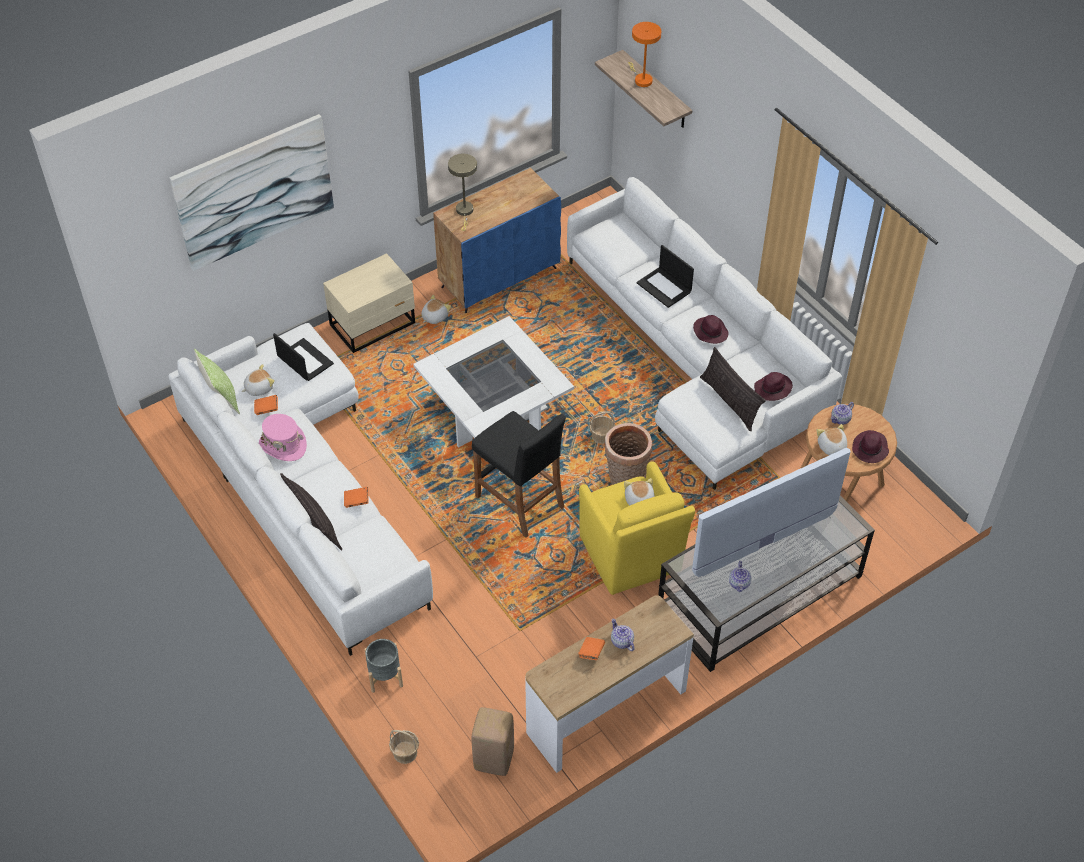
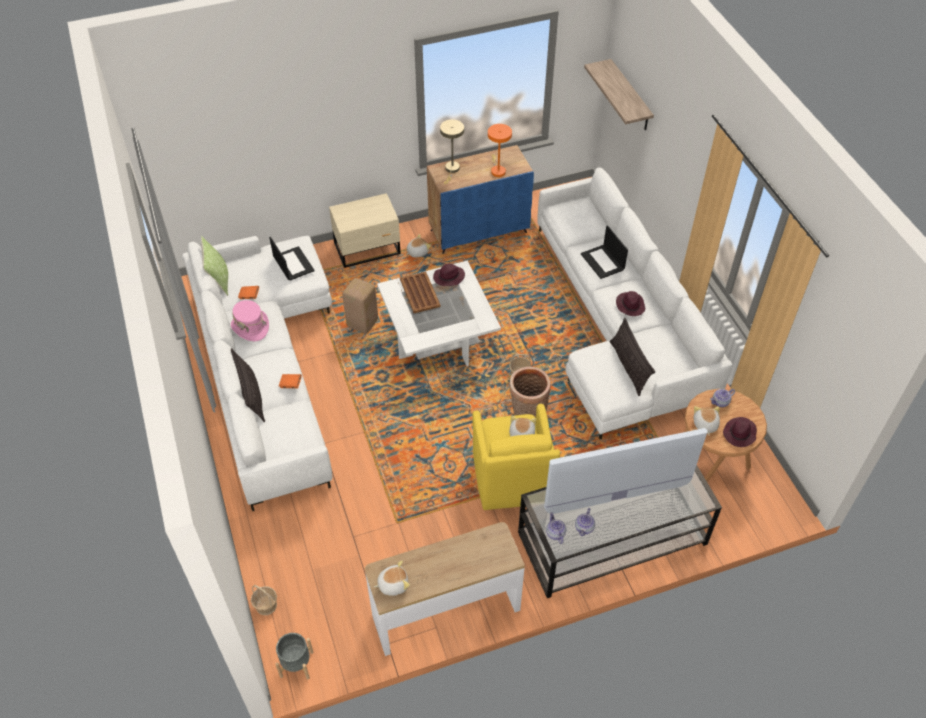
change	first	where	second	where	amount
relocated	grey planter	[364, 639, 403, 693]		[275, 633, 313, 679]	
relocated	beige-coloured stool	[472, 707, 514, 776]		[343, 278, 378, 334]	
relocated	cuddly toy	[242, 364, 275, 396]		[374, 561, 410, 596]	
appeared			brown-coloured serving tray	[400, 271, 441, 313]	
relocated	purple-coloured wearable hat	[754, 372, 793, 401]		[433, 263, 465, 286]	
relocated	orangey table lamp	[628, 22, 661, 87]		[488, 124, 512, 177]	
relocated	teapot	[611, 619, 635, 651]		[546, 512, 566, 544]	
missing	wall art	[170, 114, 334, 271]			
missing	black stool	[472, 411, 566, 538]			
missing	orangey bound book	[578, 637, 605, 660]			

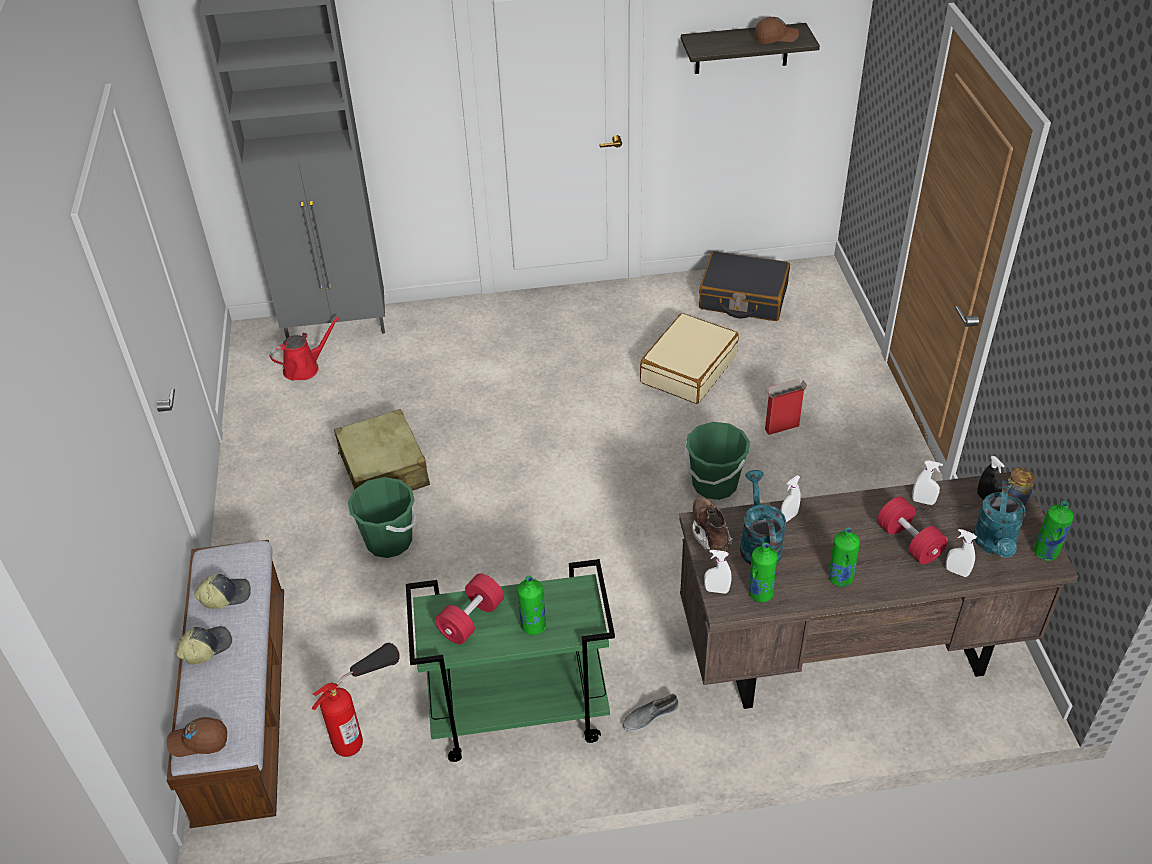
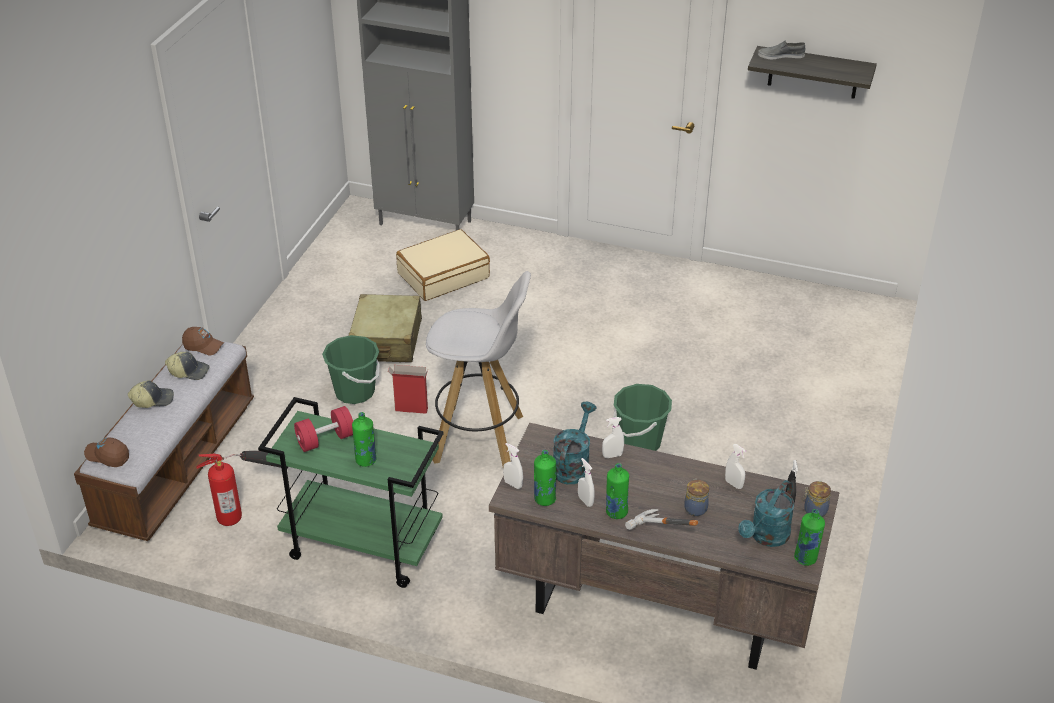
change	first	where	second	where	amount
relocated	brown-coloured peaked cap	[755, 17, 799, 44]		[182, 327, 224, 356]	
relocated	carton	[765, 379, 807, 435]		[388, 365, 428, 414]	
relocated	beige-coloured travel case	[640, 313, 739, 404]		[396, 229, 490, 301]	
appeared			whitish stool	[426, 271, 531, 466]	
relocated	whitish hand sprayer	[946, 529, 977, 577]		[578, 458, 595, 507]	
appeared			hand hammer	[625, 509, 698, 530]	
exchanged	red-coloured dumbbell	[877, 497, 948, 564]	storage jar	[684, 479, 709, 516]	
relocated	grey item of footwear	[623, 693, 678, 732]		[758, 40, 805, 59]	
missing	red-coloured watering can	[270, 316, 340, 381]			
missing	brown-coloured boot	[692, 497, 733, 551]			
missing	black travel case	[699, 251, 790, 321]			

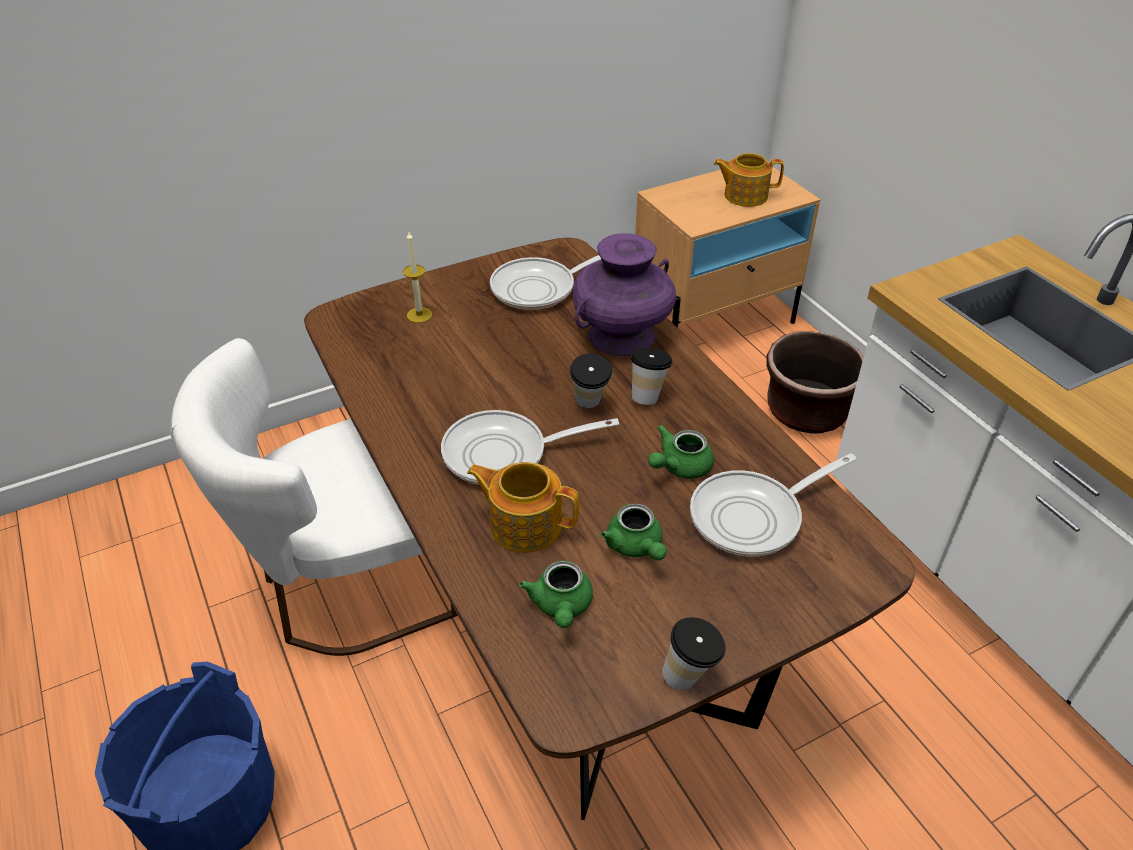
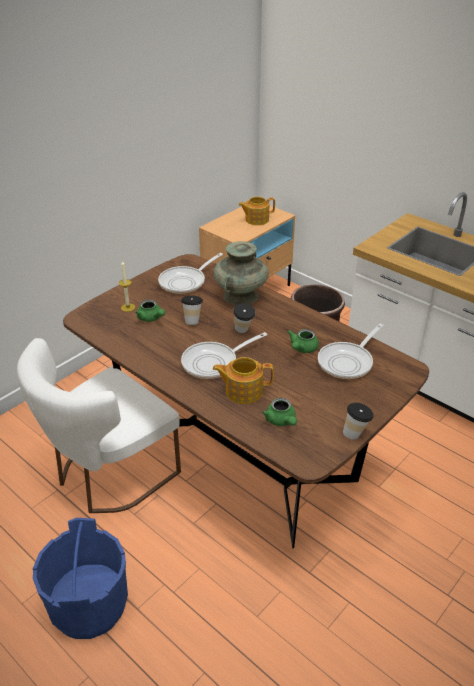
change	first	where	second	where	amount
relocated	green-coloured teapot	[601, 503, 667, 560]		[135, 300, 165, 322]	
relocated	drinking cup	[631, 348, 672, 405]		[181, 296, 203, 325]	
colour	purple-coloured flower vase	[573, 233, 676, 356]	turquoise flower vase	[214, 241, 269, 306]	

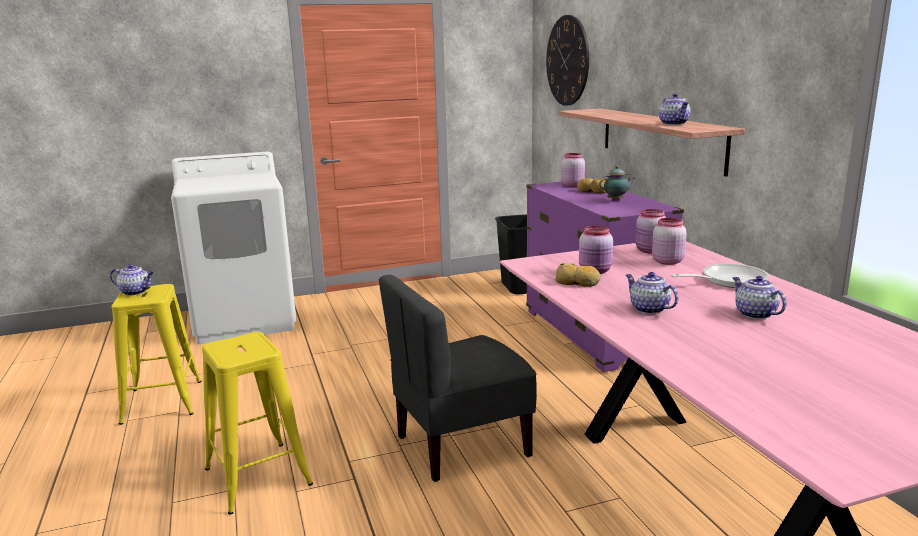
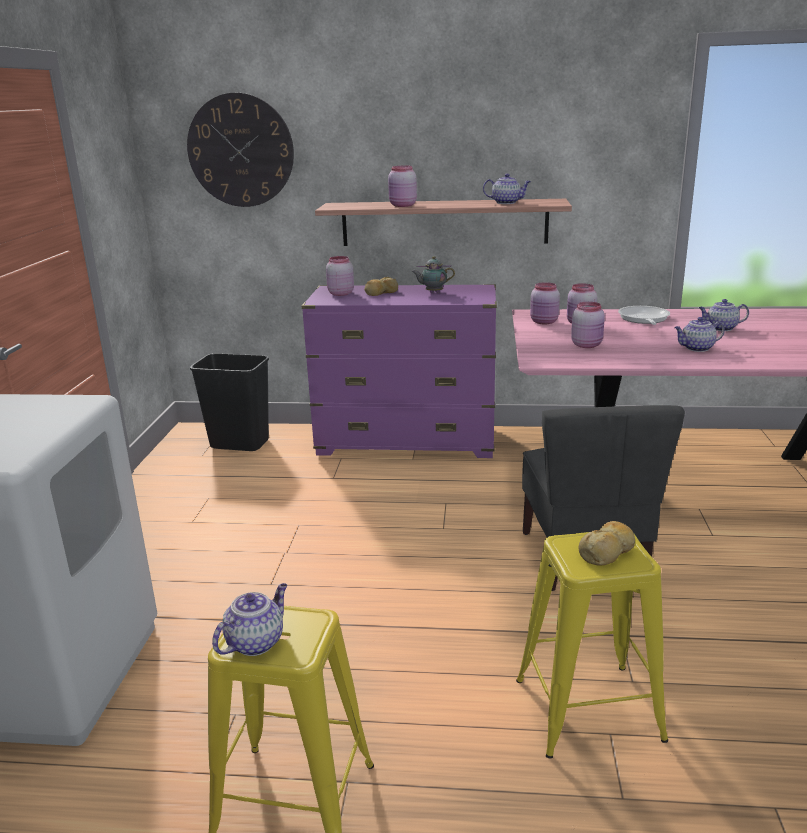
change	first	where	second	where	amount
appeared			pinkish storage jar	[388, 166, 417, 207]	
spun	teapot	[599, 166, 635, 201]		[411, 256, 455, 293]	90 degrees counterclockwise
relocated	bakery bread	[555, 263, 601, 287]		[579, 521, 635, 566]	

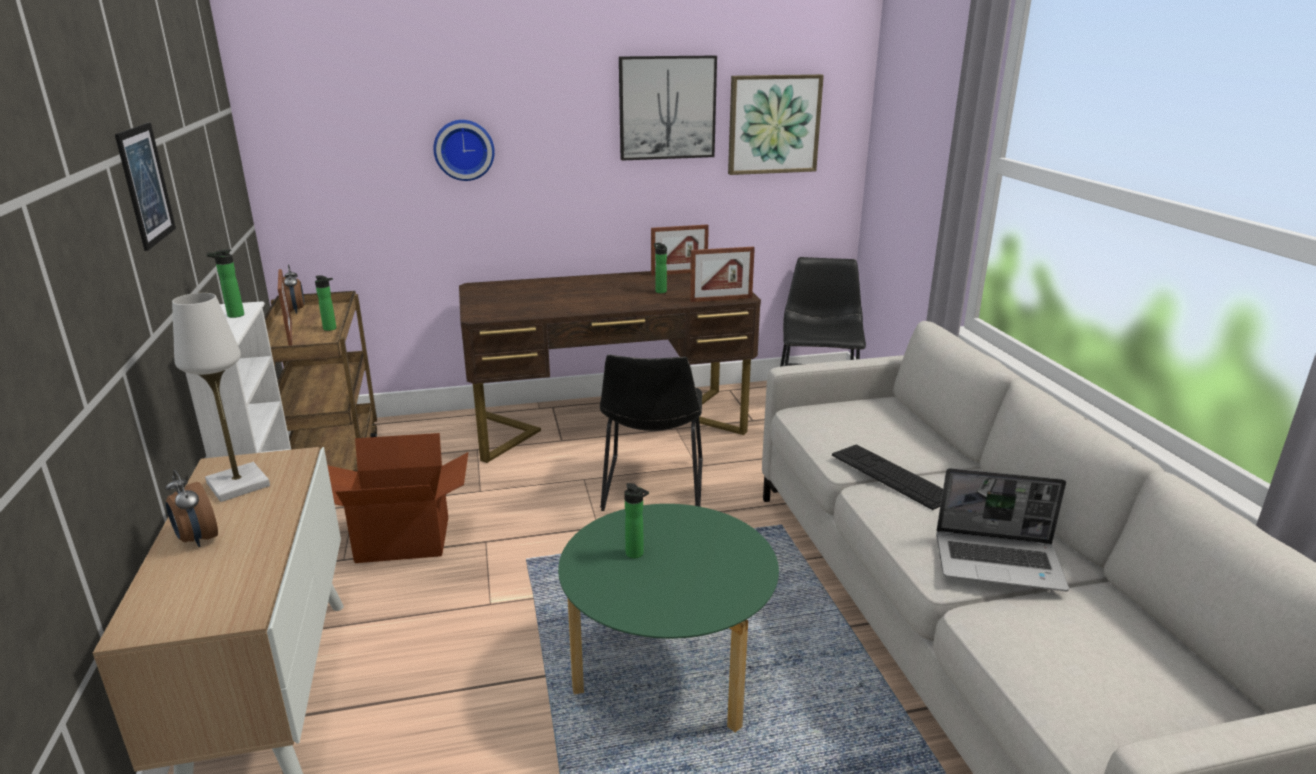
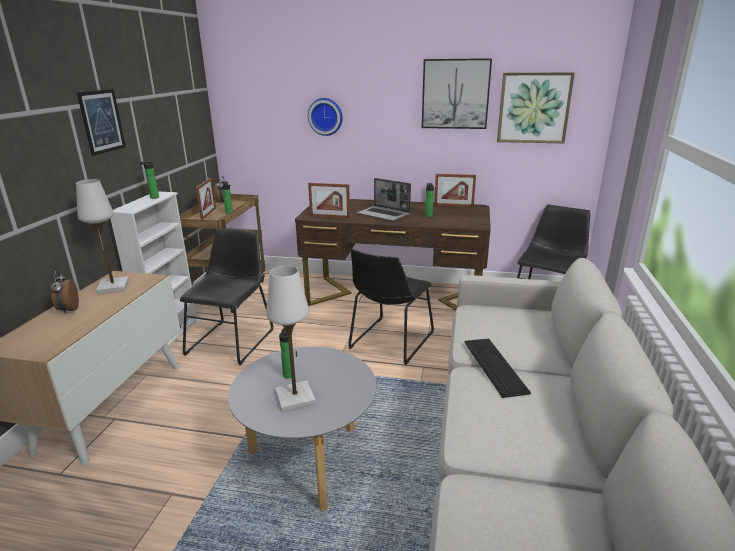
change	first	where	second	where	amount
exchanged	carton	[327, 433, 468, 563]	black chair	[180, 228, 274, 365]	
colour	green-coloured coffee table	[558, 504, 779, 732]	grey coffee table	[228, 347, 376, 511]	
appeared			whitish table lamp	[266, 266, 316, 412]	
relocated	photo frame	[690, 247, 755, 302]		[308, 183, 350, 218]	
relocated	portable computer	[936, 468, 1069, 591]		[357, 178, 411, 221]	

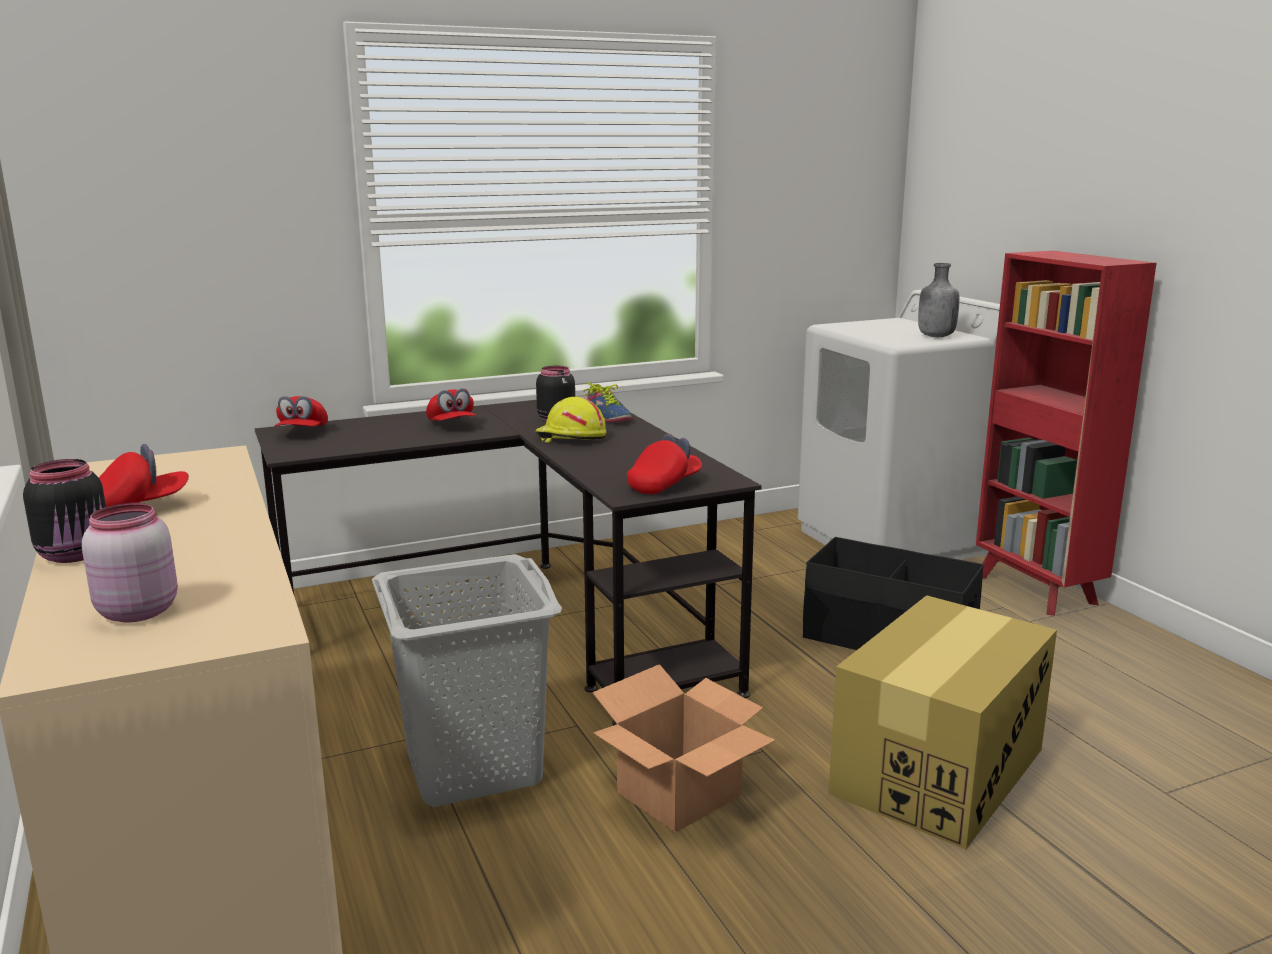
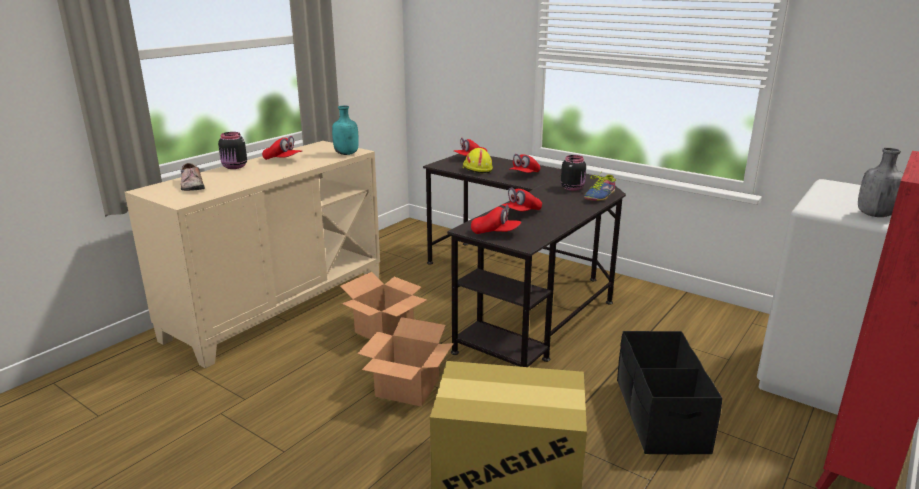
change	first	where	second	where	amount
exchanged	pinkish storage jar	[82, 503, 178, 622]	item of footwear	[181, 163, 205, 191]	
appeared			turquoise drink bottle	[332, 106, 359, 155]	
exchanged	grey laundry basket	[372, 554, 562, 807]	carton	[340, 272, 427, 339]	
relocated	yellow hard hat	[535, 397, 606, 443]		[462, 148, 493, 173]	
appeared			red-coloured peaked cap	[501, 187, 542, 212]	

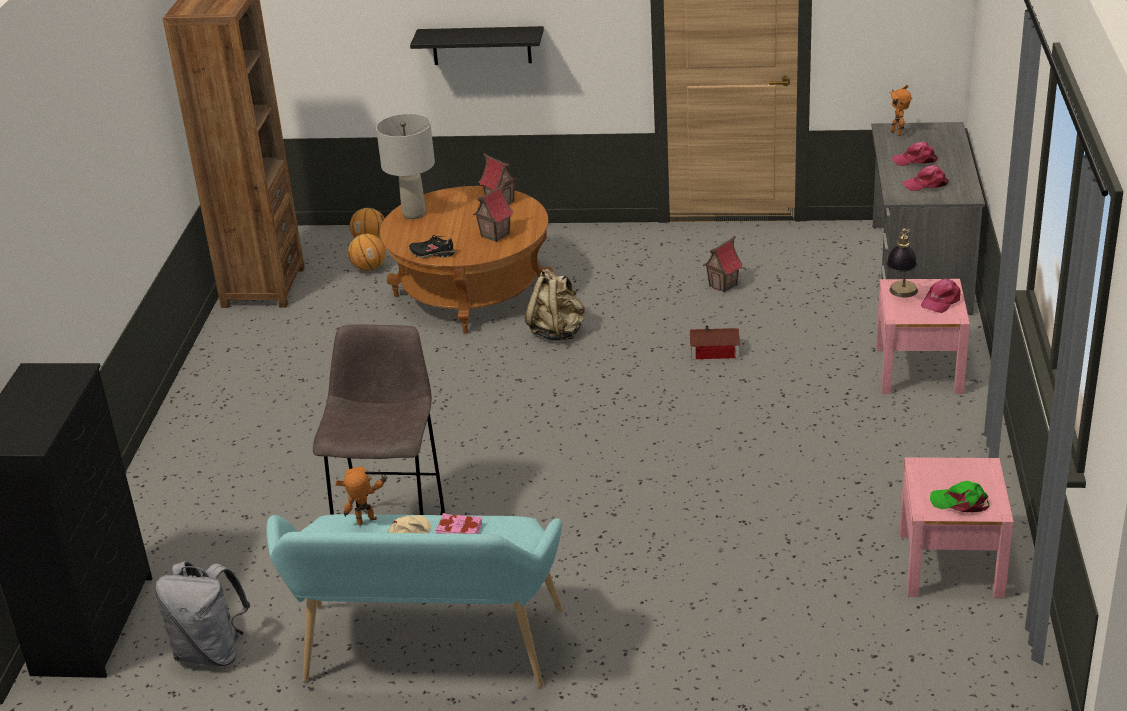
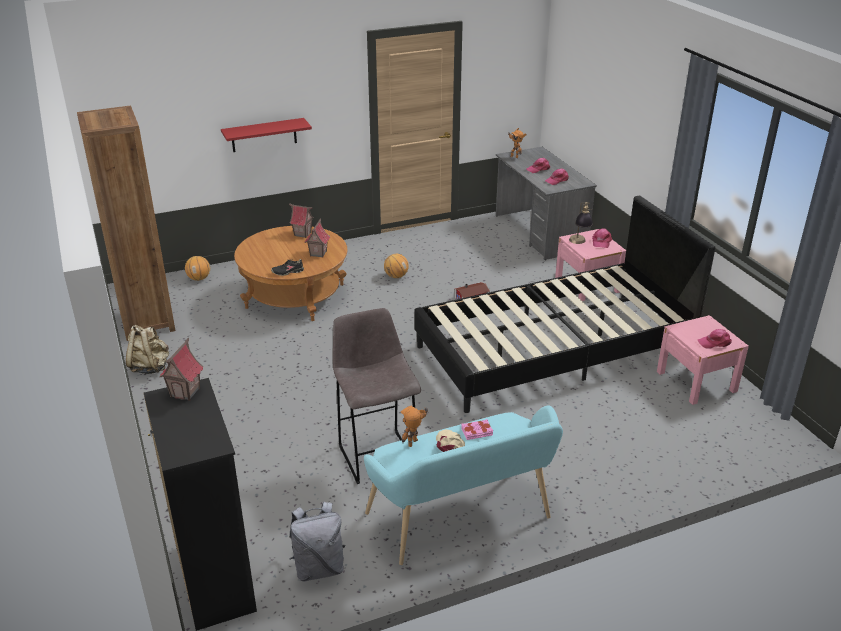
change	first	where	second	where	amount
relocated	beige-coloured backpack	[525, 269, 585, 341]		[126, 325, 169, 374]	
relocated	model house	[703, 236, 743, 293]		[159, 338, 203, 401]	
colour	black wall shelf	[410, 26, 544, 65]	red-coloured wall shelf	[221, 118, 312, 152]	
relocated	basketball ball	[348, 234, 386, 271]		[384, 254, 409, 278]	
appeared			black bed	[414, 196, 715, 413]	
colour	green-coloured peaked cap	[930, 481, 989, 512]	pinkish peaked cap	[698, 329, 732, 349]	
missing	grey table lamp	[376, 114, 435, 219]			

